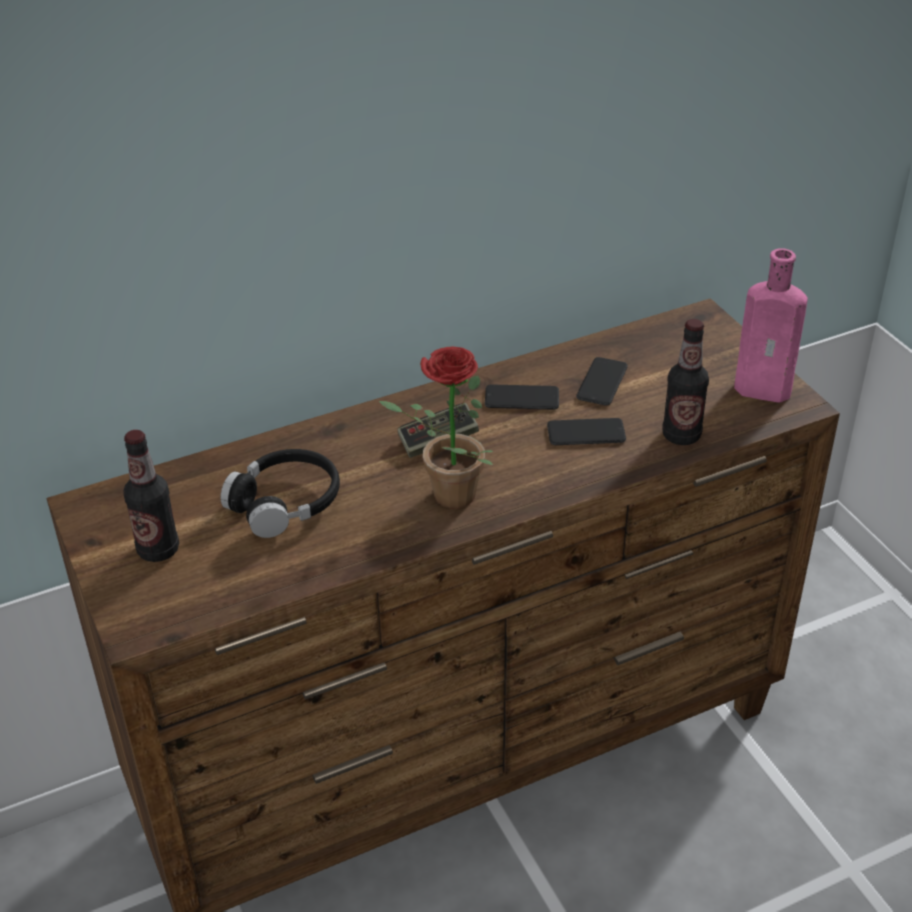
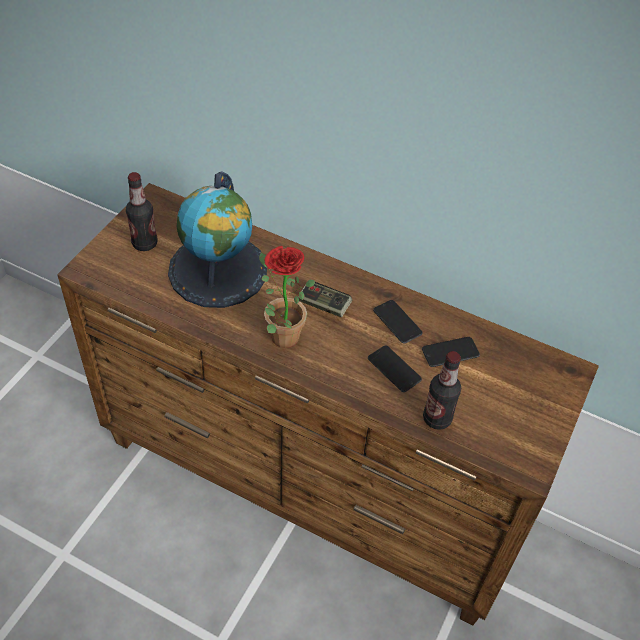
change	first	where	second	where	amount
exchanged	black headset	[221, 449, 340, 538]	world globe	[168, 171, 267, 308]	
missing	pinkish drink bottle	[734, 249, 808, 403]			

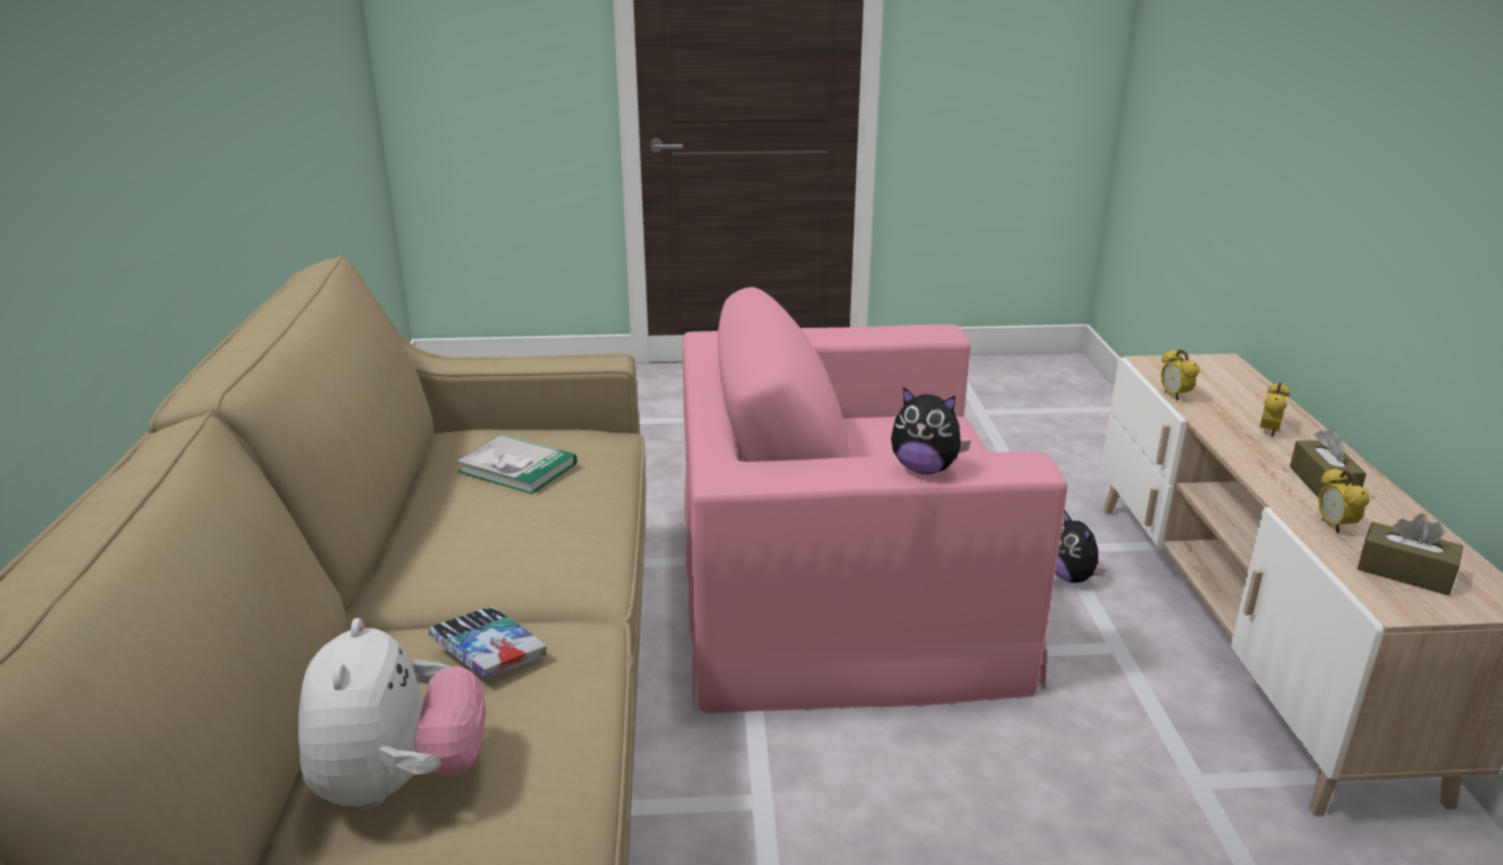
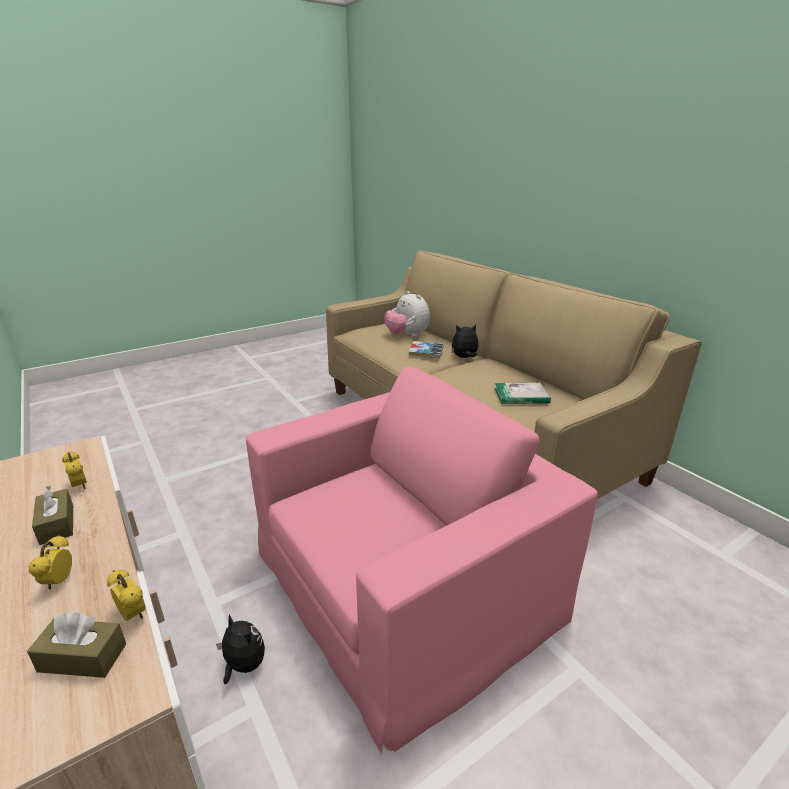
change	first	where	second	where	amount
relocated	brown-coloured tissue holder	[1357, 514, 1463, 595]		[27, 613, 126, 678]	
relocated	cuddly toy	[891, 387, 971, 474]		[451, 325, 478, 358]	

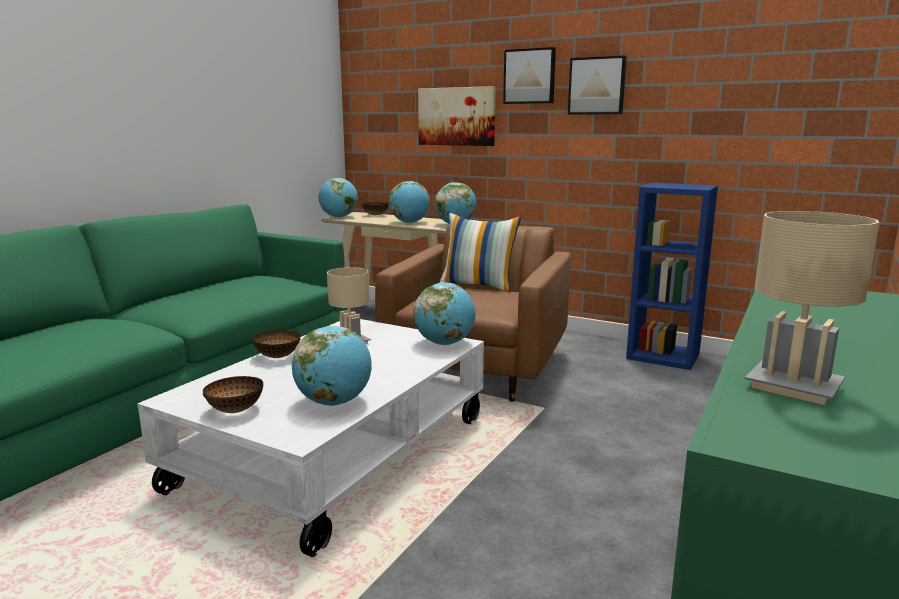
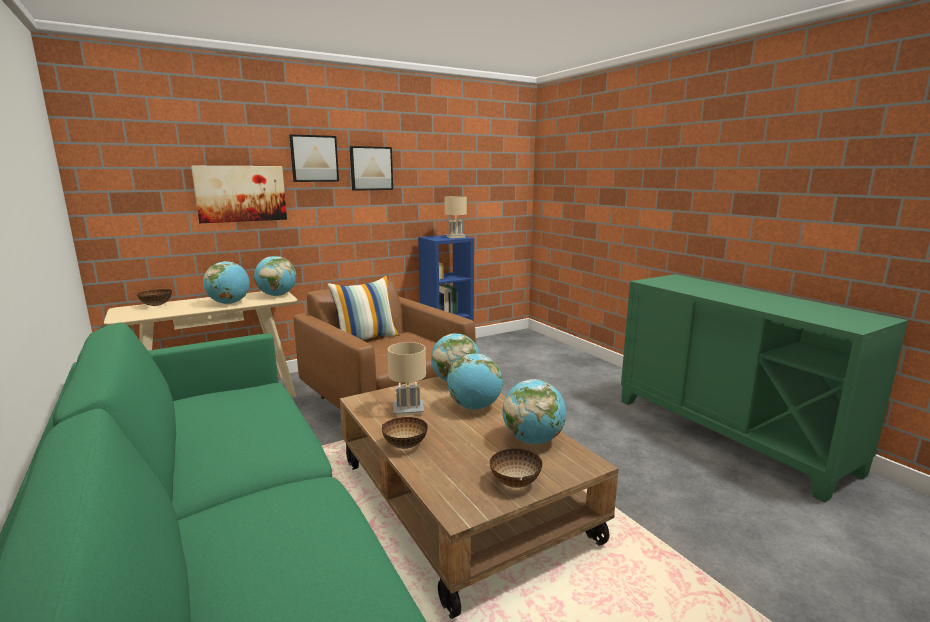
change	first	where	second	where	amount
colour	whitish coffee table	[137, 319, 484, 557]	brown-coloured coffee table	[340, 376, 619, 619]	
relocated	beige-coloured table lamp	[745, 211, 880, 405]		[445, 196, 467, 238]	
relocated	world globe	[319, 178, 358, 218]		[447, 354, 503, 410]	

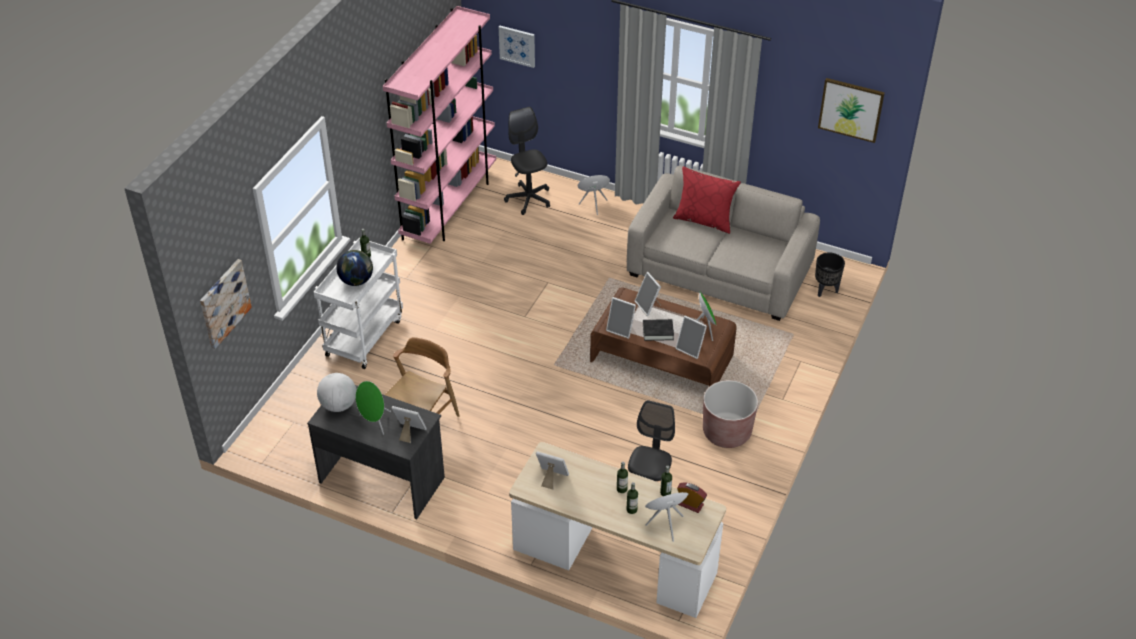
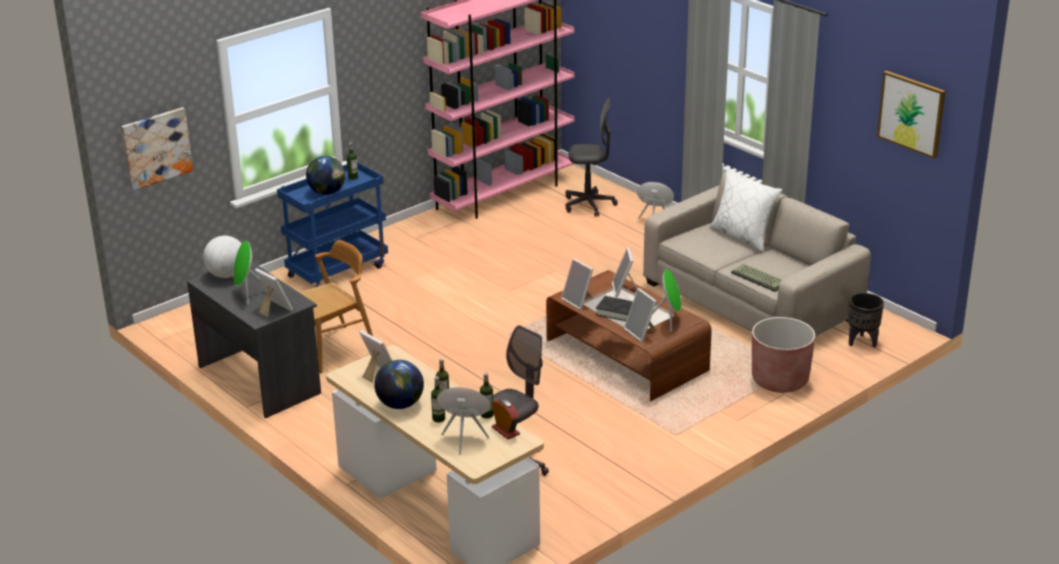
change	first	where	second	where	amount
colour	whitish wheeled cart	[313, 238, 403, 369]	blue-coloured wheeled cart	[277, 162, 388, 287]	
appeared			world globe	[374, 360, 424, 409]	
spun	grey office chair	[504, 107, 550, 215]		[565, 97, 618, 217]	90 degrees clockwise
colour	red-coloured cushion	[673, 167, 741, 234]	whitish cushion	[709, 167, 782, 252]	
appeared			computer keyboard	[731, 264, 783, 292]	
relocated	brown-coloured planter	[703, 380, 758, 448]		[752, 317, 815, 393]	
missing	wall art	[499, 26, 535, 68]			

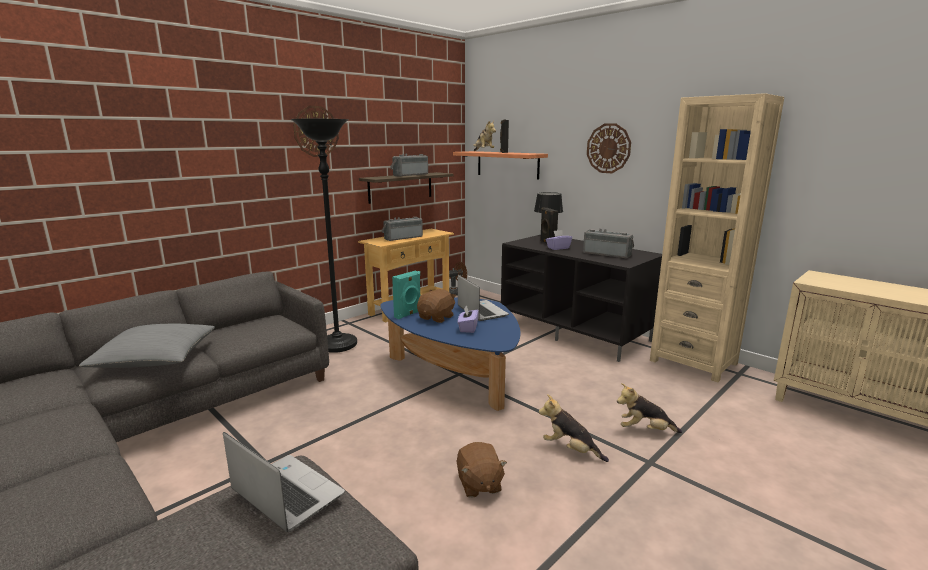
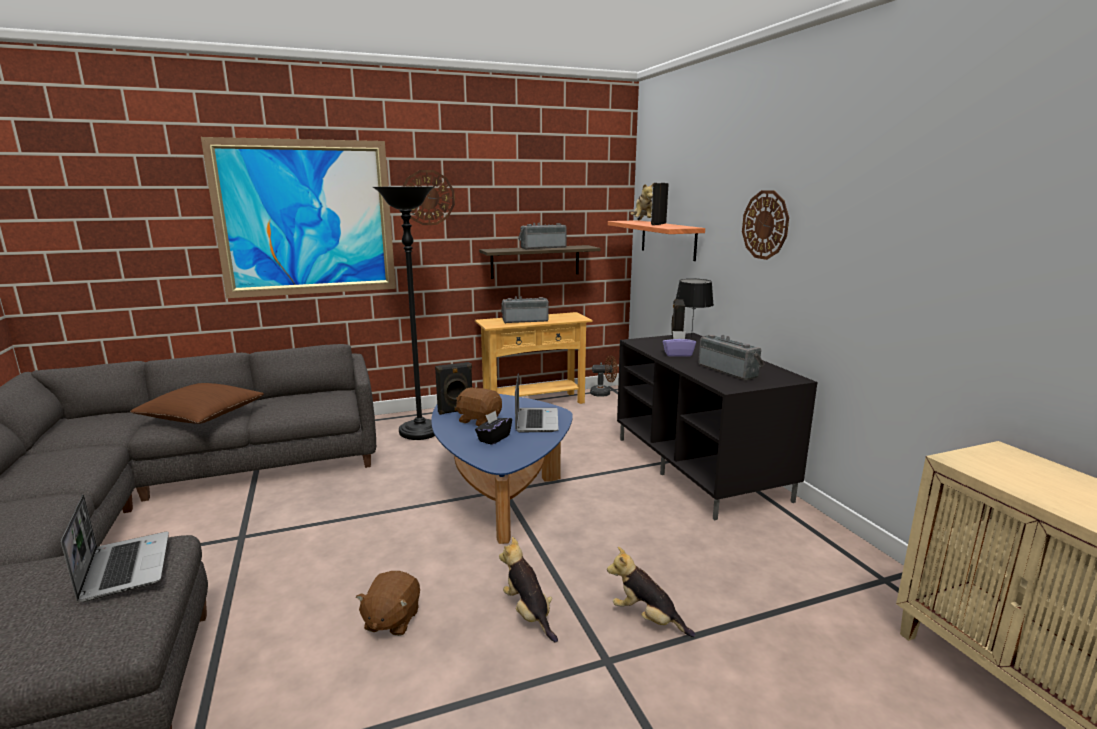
change	first	where	second	where	amount
colour	grey cushion	[79, 324, 215, 368]	brown-coloured cushion	[130, 383, 264, 424]	
appeared			wall art	[201, 137, 396, 298]	
colour	turquoise loudspeaker	[392, 271, 420, 319]	black loudspeaker	[435, 362, 472, 415]	
spun	brown-coloured cuddly toy	[417, 289, 456, 323]		[456, 386, 502, 426]	120 degrees counterclockwise
colour	purple-coloured tissue holder	[458, 305, 479, 333]	black tissue holder	[475, 411, 512, 445]	
missing	beige-coloured bookshelf	[650, 93, 784, 382]			

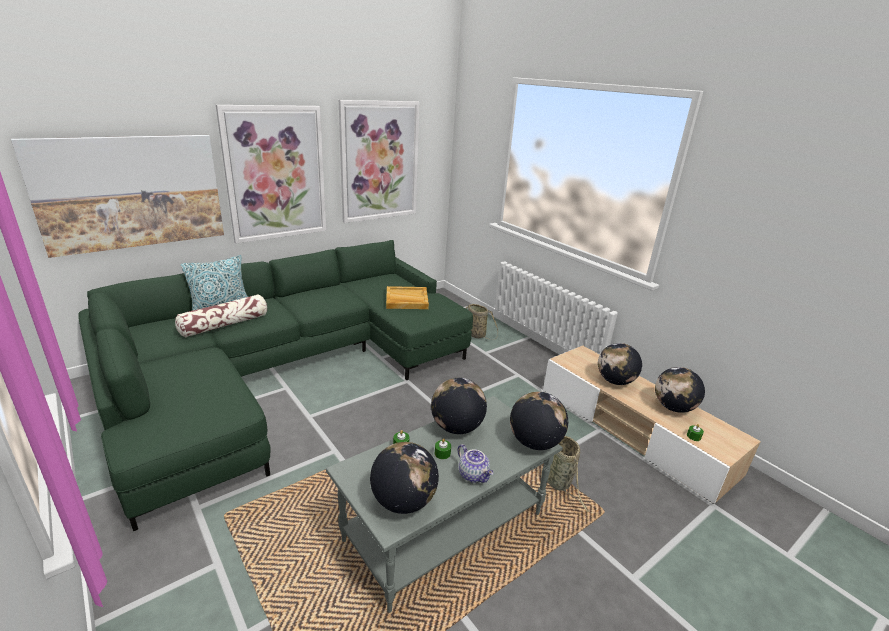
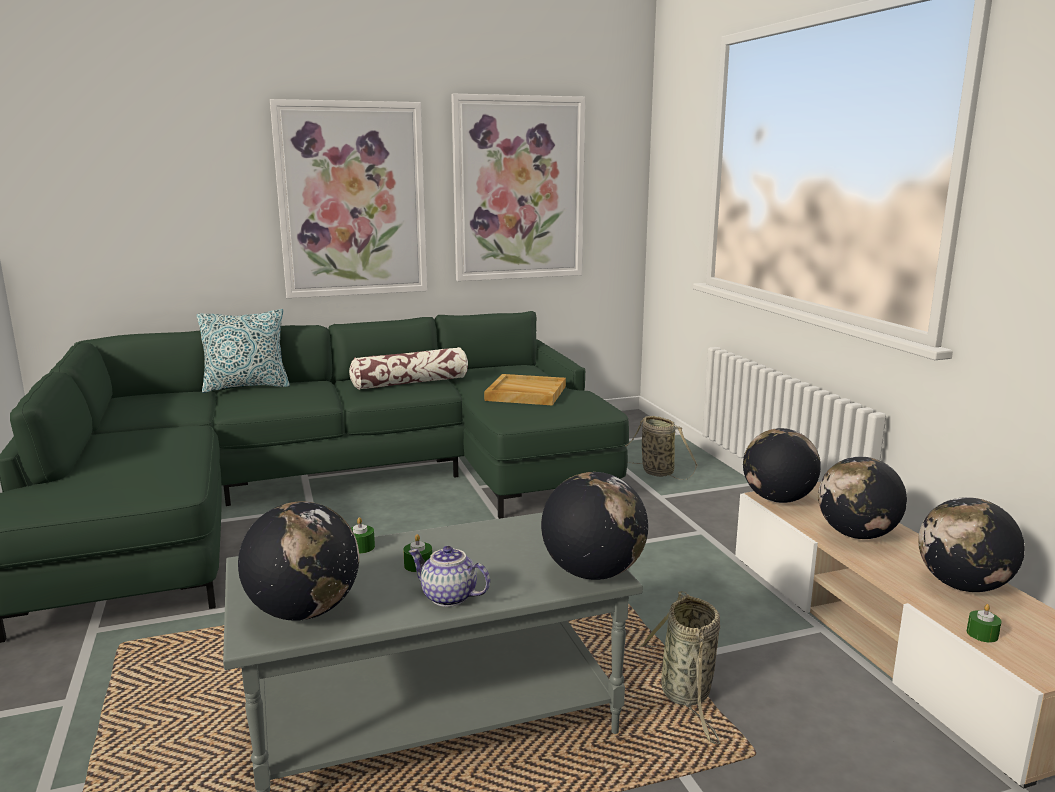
change	first	where	second	where	amount
relocated	cushion	[175, 294, 267, 337]		[349, 347, 468, 390]	
spun	teapot	[458, 444, 493, 483]		[408, 546, 490, 607]	135 degrees clockwise
relocated	world globe	[431, 378, 487, 434]		[743, 428, 821, 503]	
missing	wall art	[11, 135, 224, 258]			

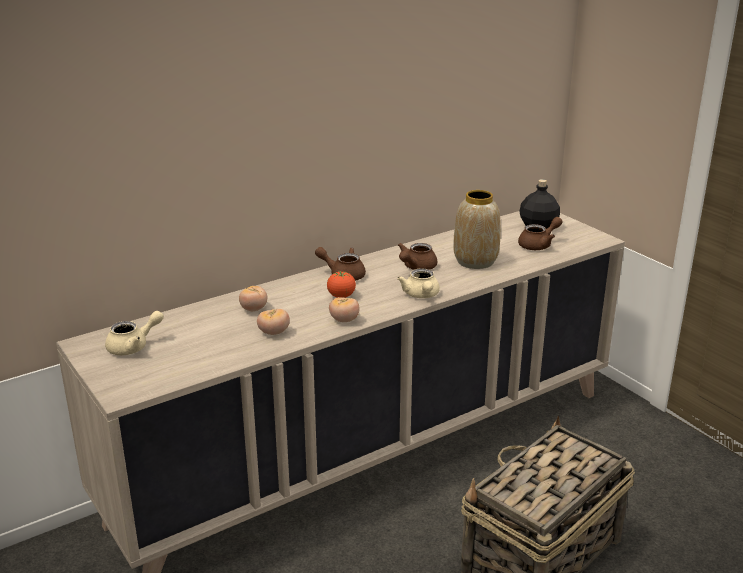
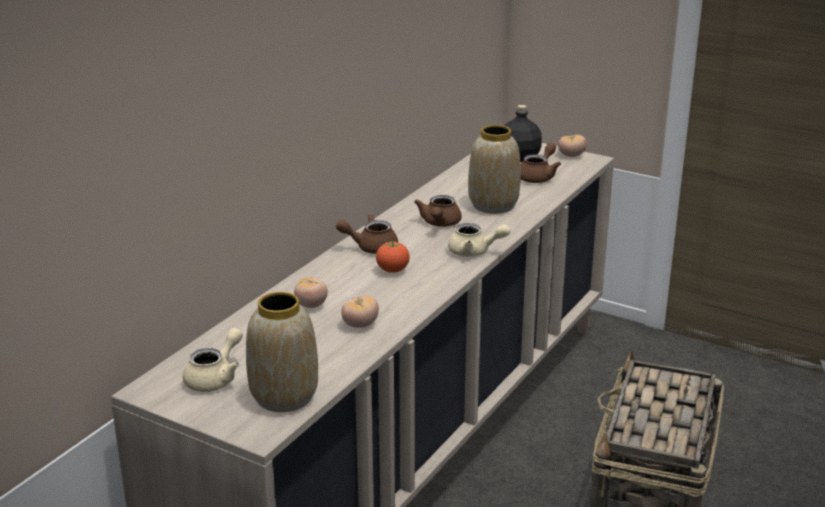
change	first	where	second	where	amount
appeared			flower vase	[246, 292, 318, 412]	
spun	beige-coloured teapot	[397, 268, 440, 298]		[448, 223, 510, 257]	45 degrees counterclockwise
relocated	whole tomato	[329, 297, 359, 322]		[558, 135, 587, 157]	

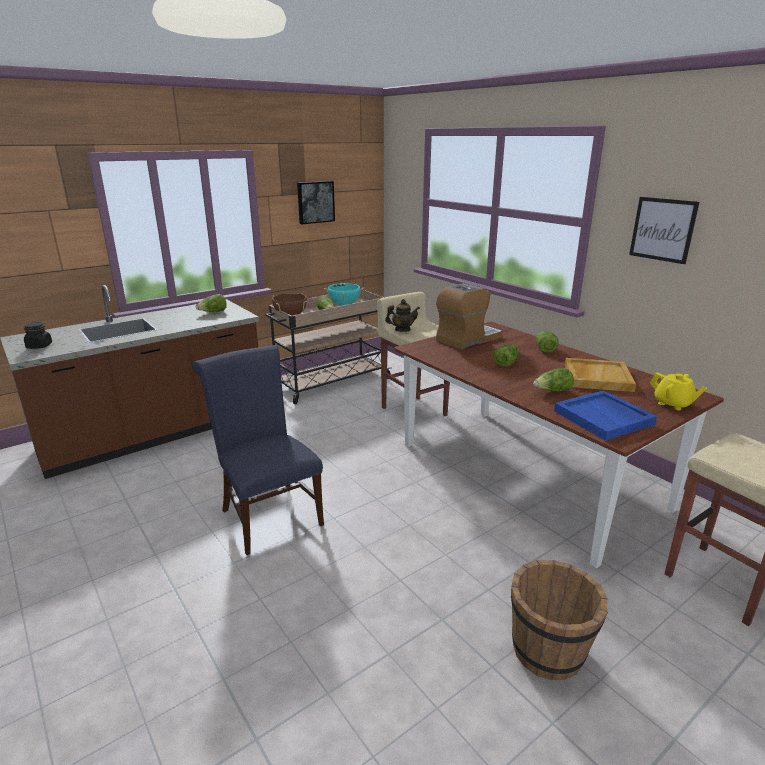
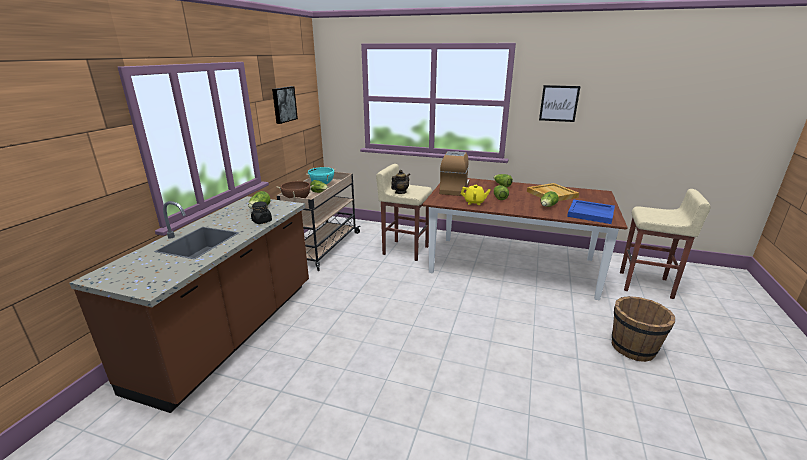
change	first	where	second	where	amount
relocated	black storage jar	[24, 322, 52, 349]		[251, 202, 272, 224]	
relocated	yellow teapot	[650, 372, 707, 410]		[461, 184, 491, 205]	
missing	blue-coloured chair	[192, 345, 324, 555]			

